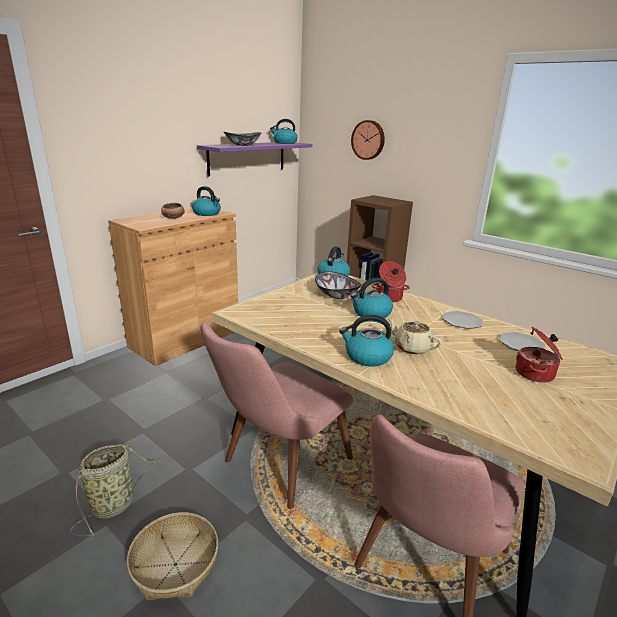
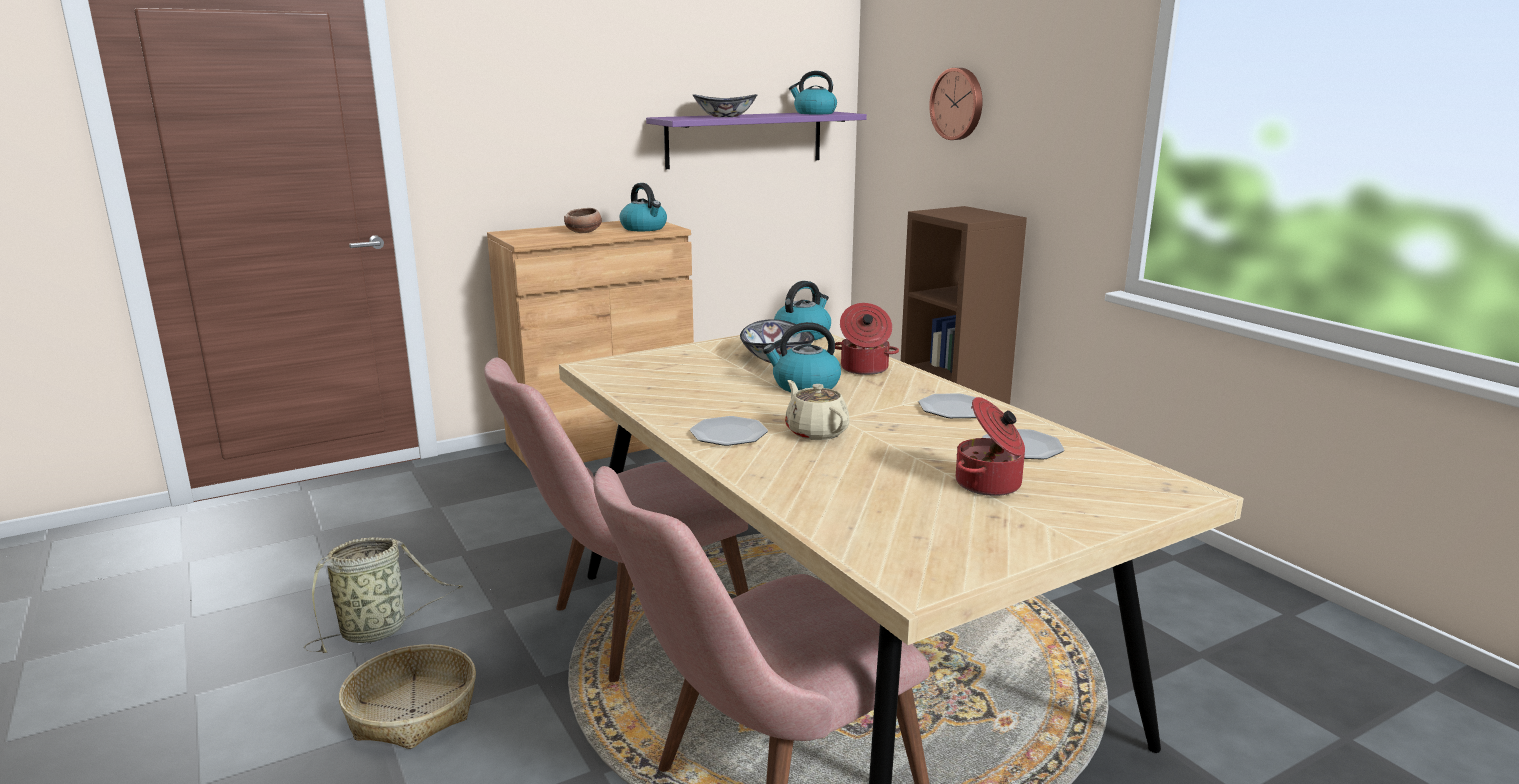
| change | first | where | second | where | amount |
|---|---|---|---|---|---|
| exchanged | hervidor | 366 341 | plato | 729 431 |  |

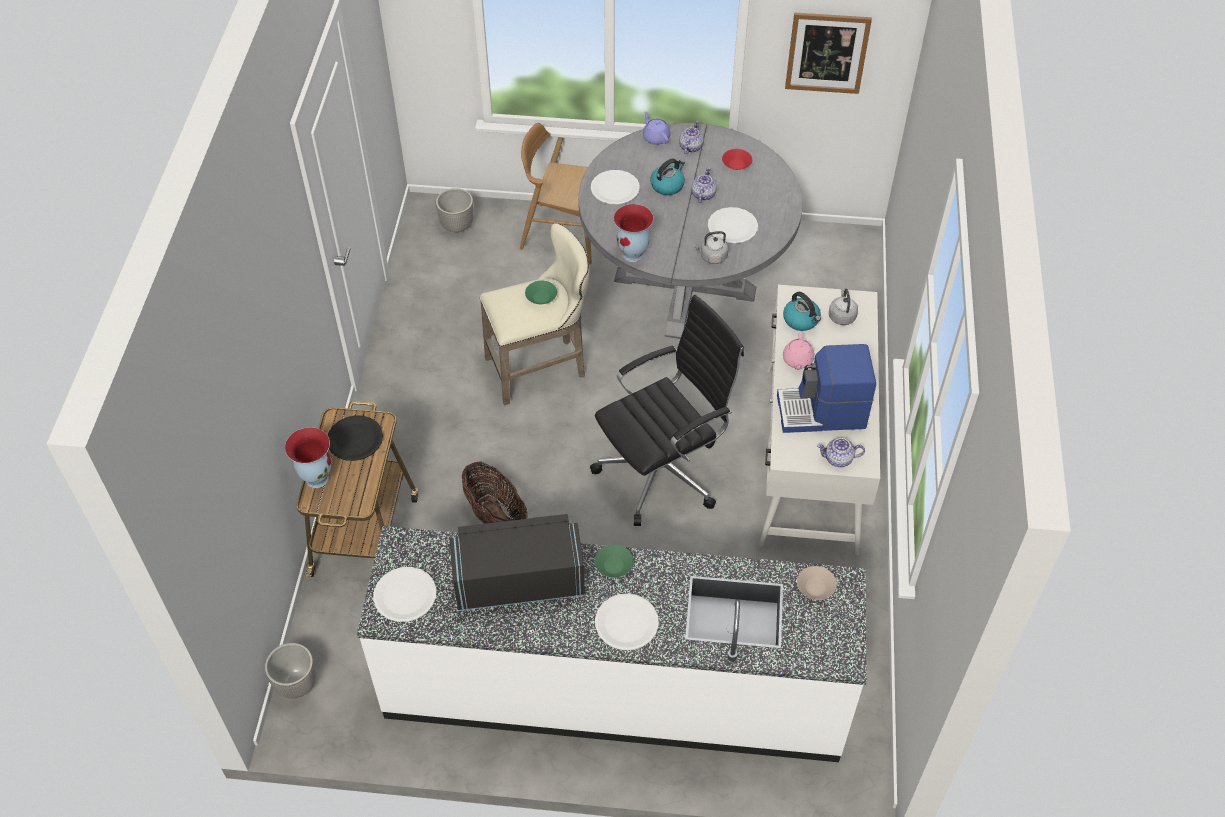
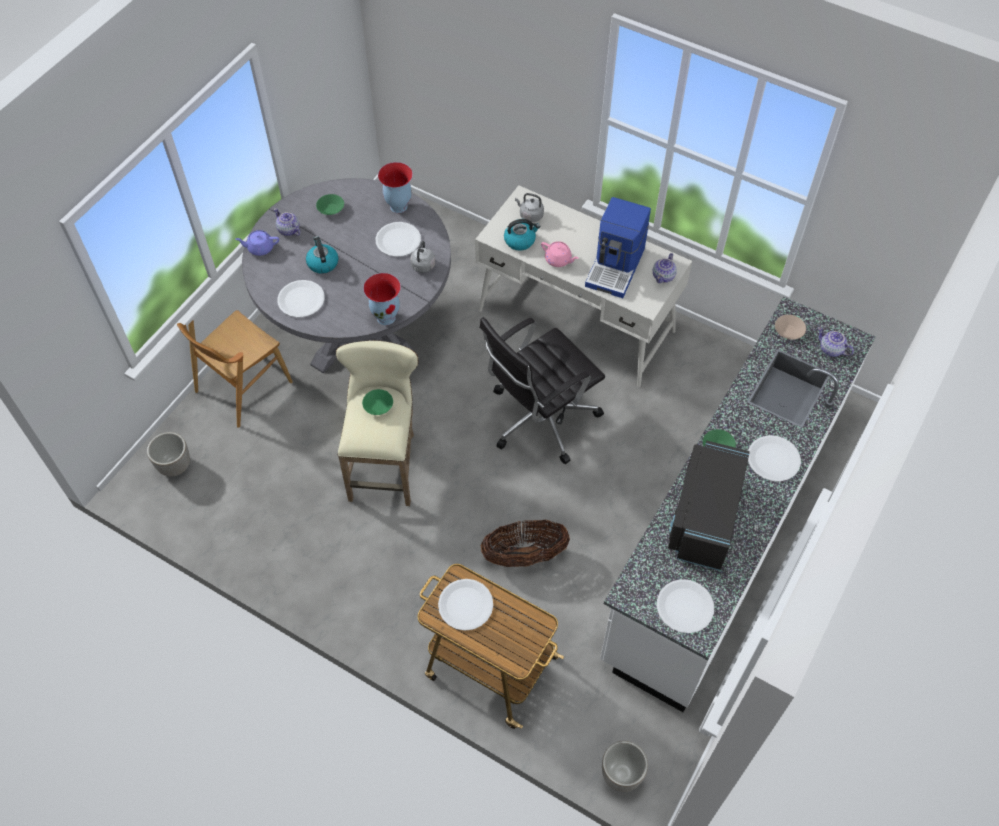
| change | first | where | second | where | amount |
|---|---|---|---|---|---|
| colour | cuenco (rojo) | 737 159 | cuenco (verde) | 330 204 |  |
| relocated | florero | 308 457 |  | 395 187 |  |
| colour | plato (negro) | 355 438 | plato (blanco) | 465 605 |  |
| spun | silla de oficina (negro) | 667 410 |  | 542 390 | 120 degrees counterclockwise |
| relocated | tetera | 704 185 |  | 835 342 |  |
| missing | cuadro | 828 53 |  |  |  |

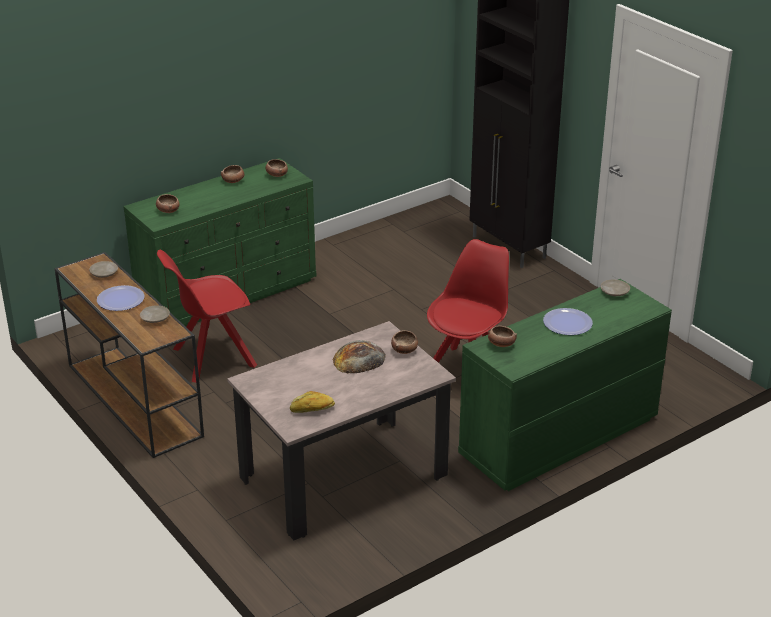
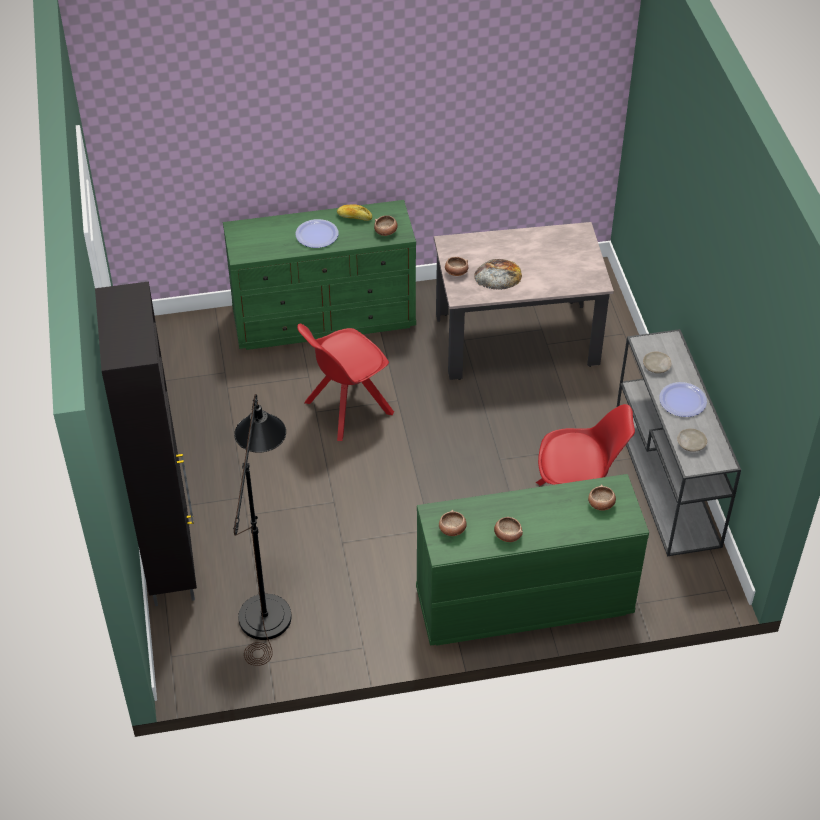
| change | first | where | second | where | amount |
|---|---|---|---|---|---|
| appeared |  |  | lámpara de pie (negro) | 262 530 |  |
| relocated | pan | 312 402 |  | 354 212 |  |
| colour | mesa consola (marrón) | 129 355 | mesa consola (gris) | 679 442 |  |
| missing | plato (beis) | 615 288 |  |  |  |

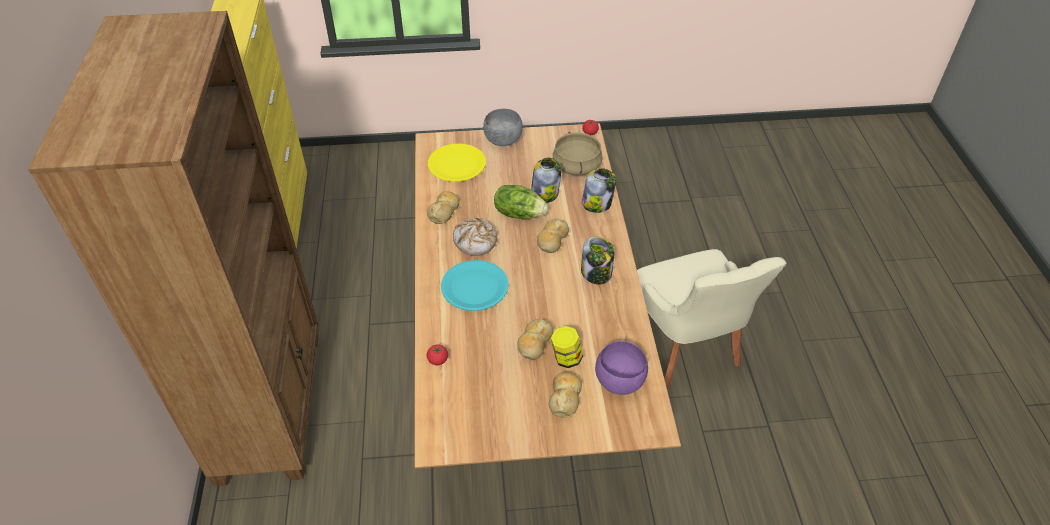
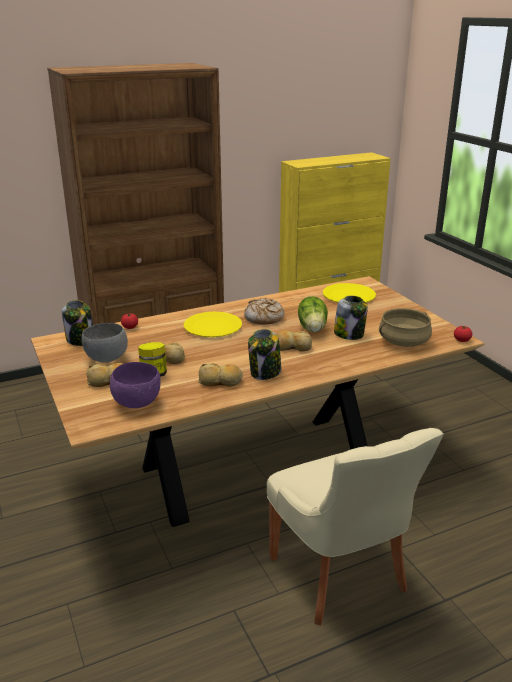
| change | first | where | second | where | amount |
|---|---|---|---|---|---|
| relocated | tarro | 599 190 |  | 77 323 |  |
| relocated | cuenco (gris) | 503 127 |  | 104 343 |  |
| colour | plato (turquesa) | 475 285 | plato (amarillo) | 213 324 |  |
| relocated | pan | 443 207 |  | 221 375 |  |
| spun | silla (beis) | 712 319 |  | 355 527 | 75 degrees counterclockwise |

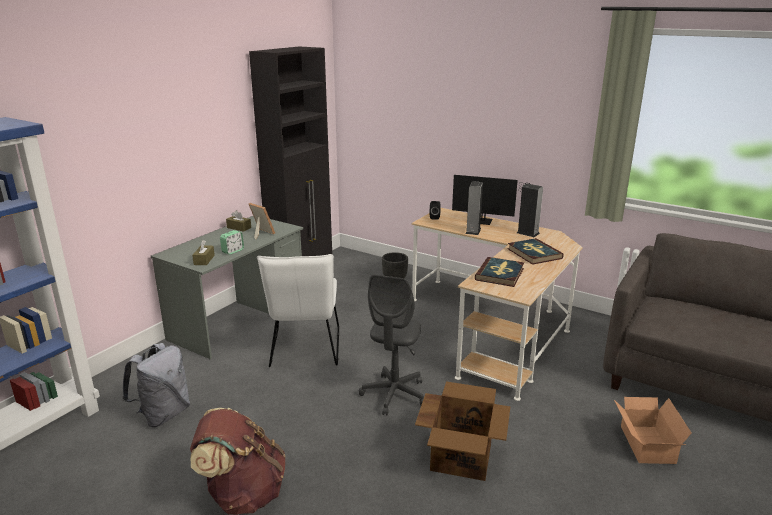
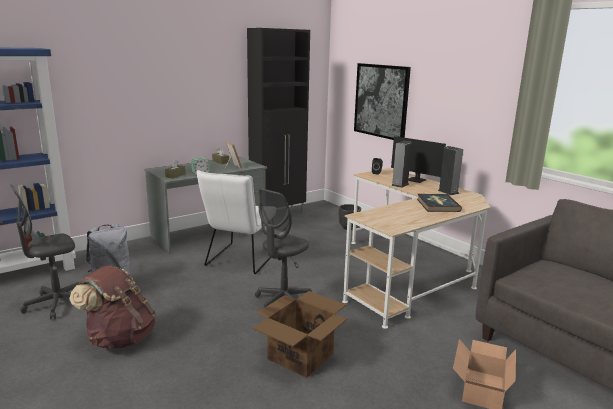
| change | first | where | second | where | amount |
|---|---|---|---|---|---|
| appeared |  |  | silla de oficina (gris) | 45 252 |  |
| appeared |  |  | cuadro | 382 101 |  |
| missing | libro | 499 272 |  |  |  |

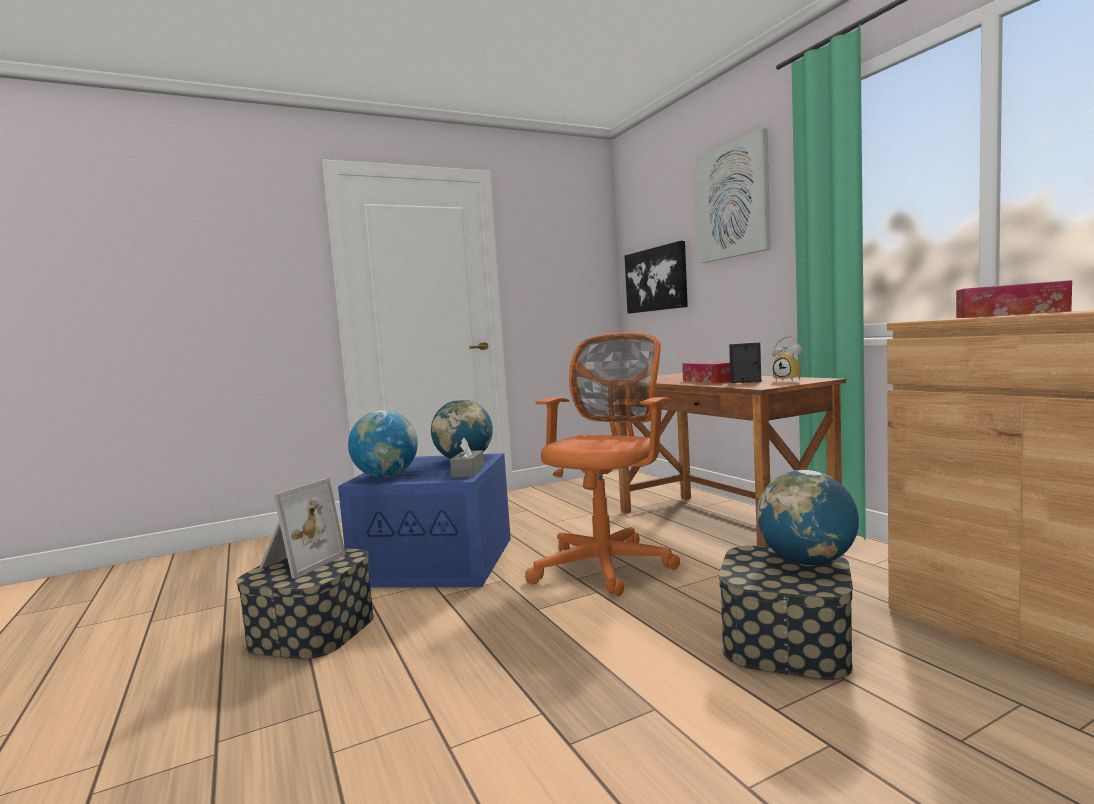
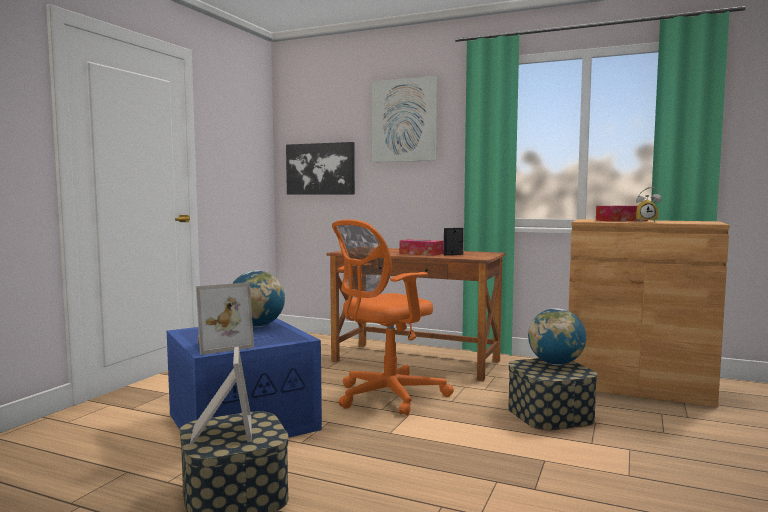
| change | first | where | second | where | amount |
|---|---|---|---|---|---|
| exchanged | globo terráqueo | 383 444 | portarretratos | 225 318 |  |
| spun | silla de oficina (naranja) | 602 464 |  | 393 317 | 120 degrees counterclockwise |
| relocated | despertador | 787 359 |  | 649 204 |  |
| missing | caja de pañuelos (gris) | 467 458 |  |  |  |

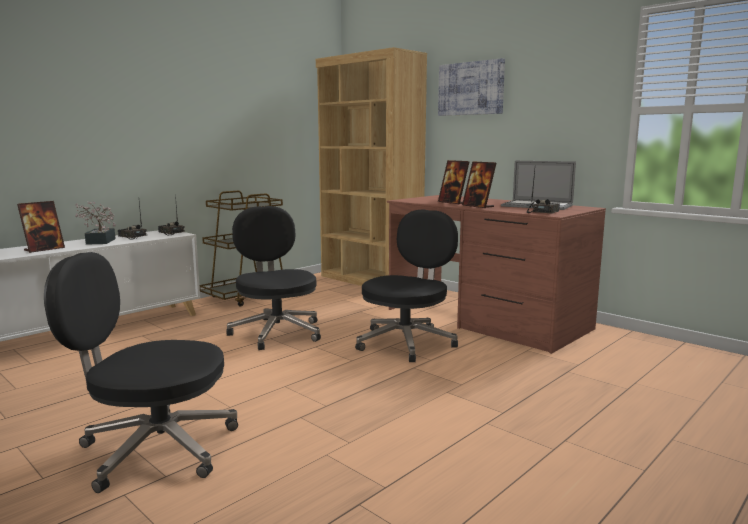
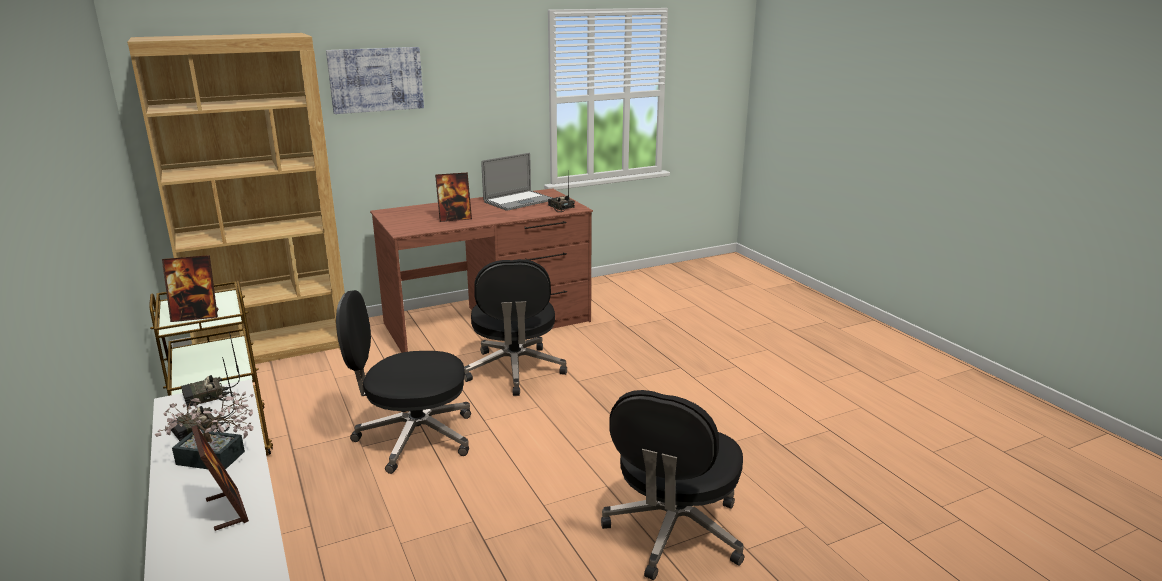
| change | first | where | second | where | amount |
|---|---|---|---|---|---|
| relocated | portarretratos | 479 184 |  | 190 288 |  |
| spun | silla de oficina (negro) | 406 286 |  | 515 327 | 150 degrees counterclockwise |

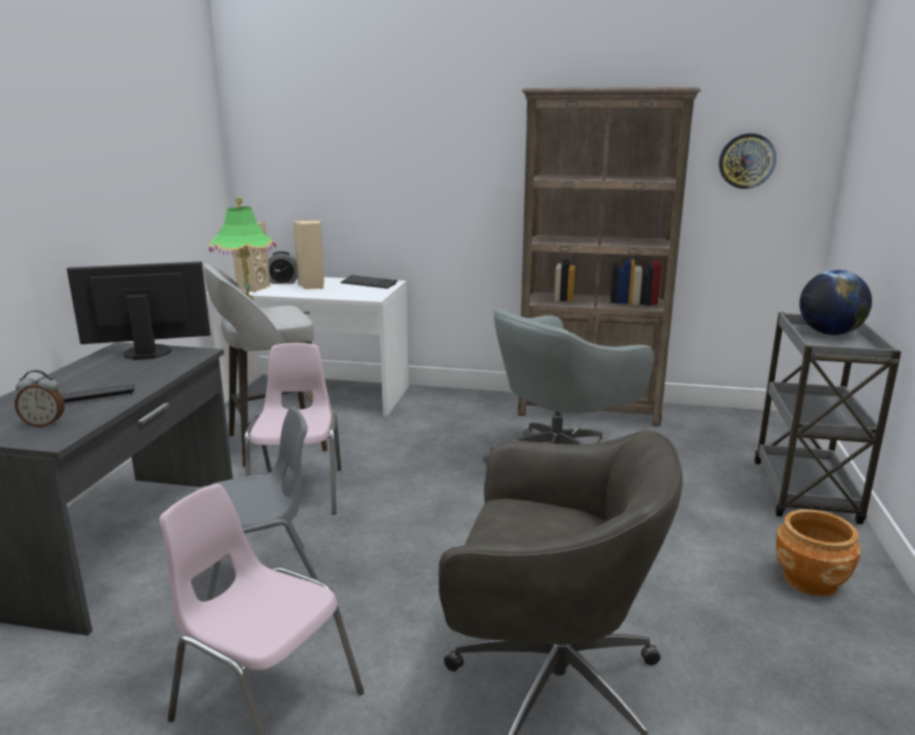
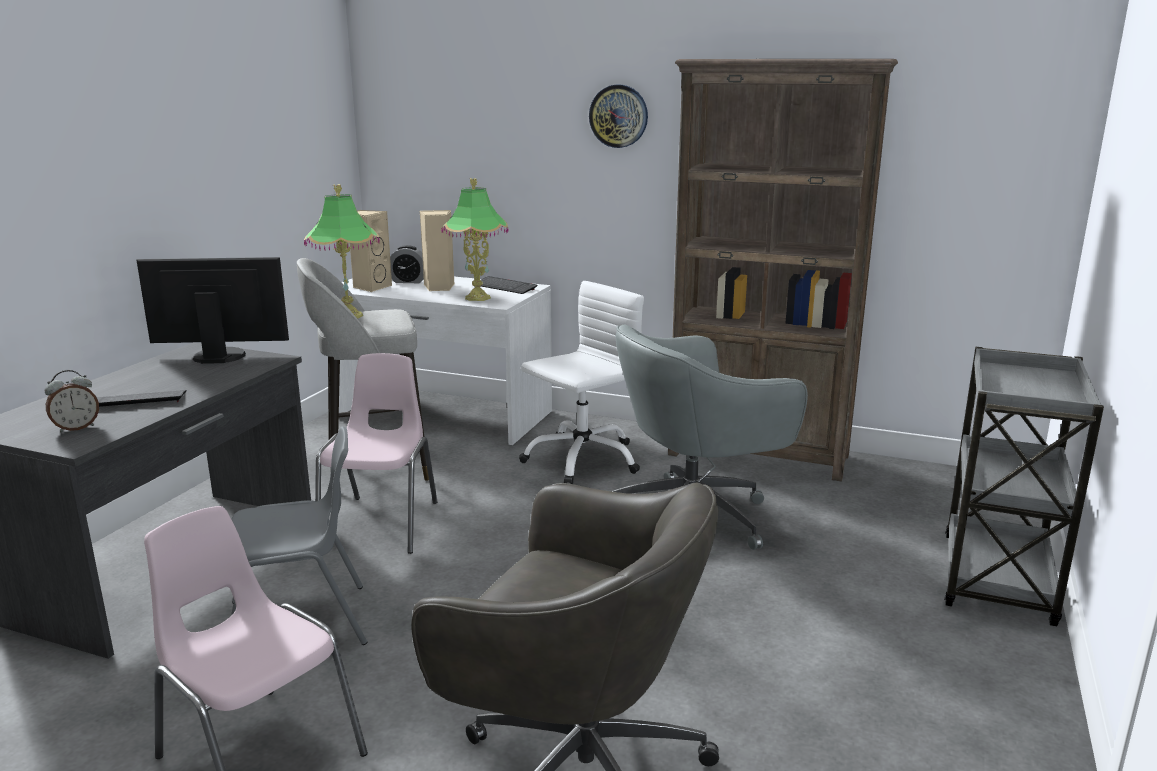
| change | first | where | second | where | amount |
|---|---|---|---|---|---|
| spun | despertador | 40 398 |  | 72 401 | 45 degrees counterclockwise |
| appeared |  |  | lámpara de mesa | 475 239 |  |
| appeared |  |  | silla de oficina (blanco) | 581 382 |  |
| relocated | reloj de pared | 747 161 |  | 618 116 |  |
| missing | maceta (marrón) | 818 552 |  |  |  |
| missing | globo terráqueo | 835 302 |  |  |  |

